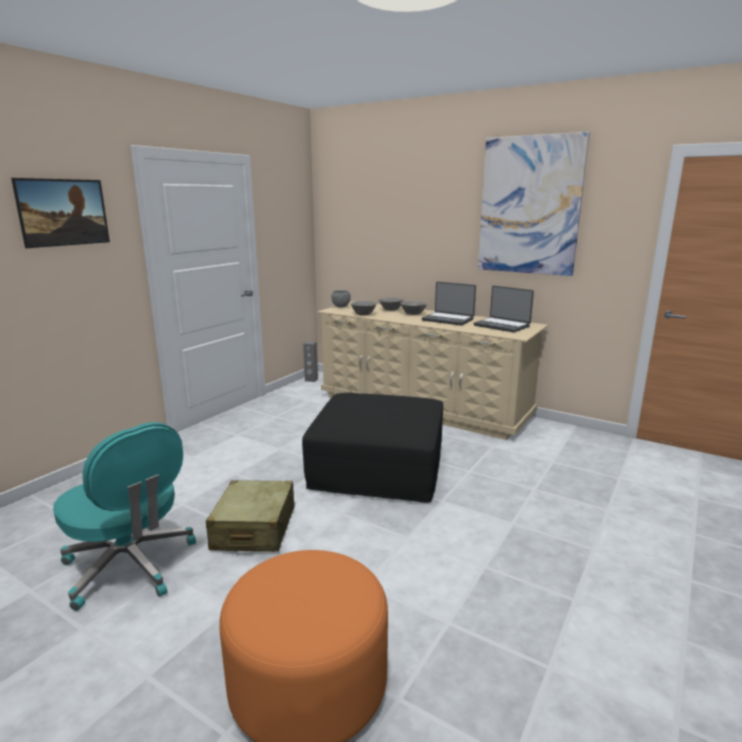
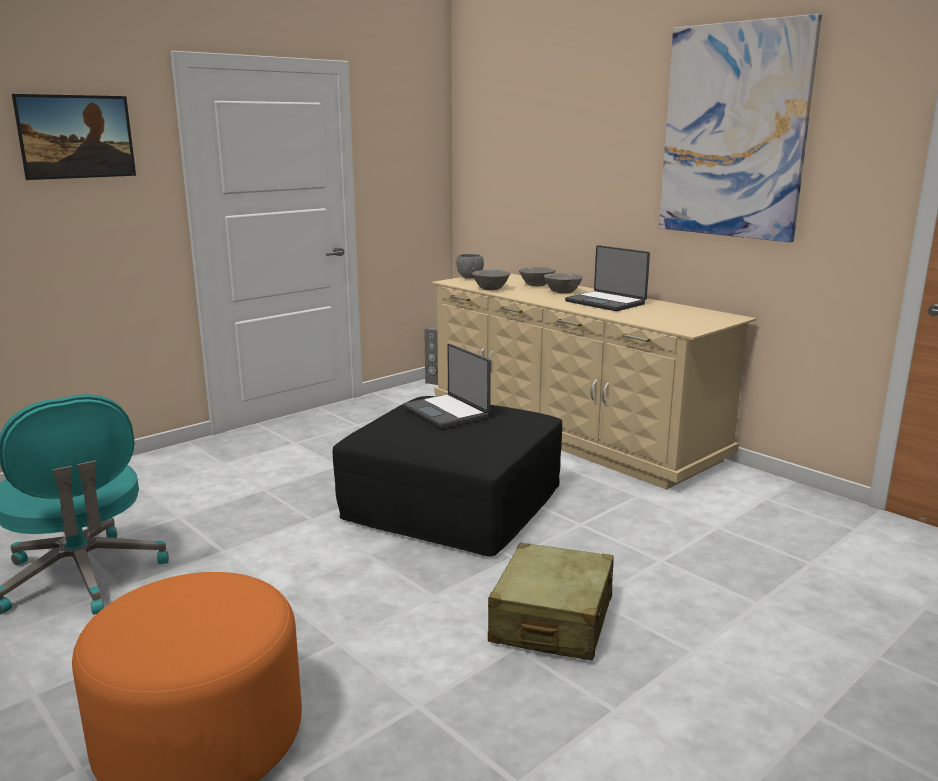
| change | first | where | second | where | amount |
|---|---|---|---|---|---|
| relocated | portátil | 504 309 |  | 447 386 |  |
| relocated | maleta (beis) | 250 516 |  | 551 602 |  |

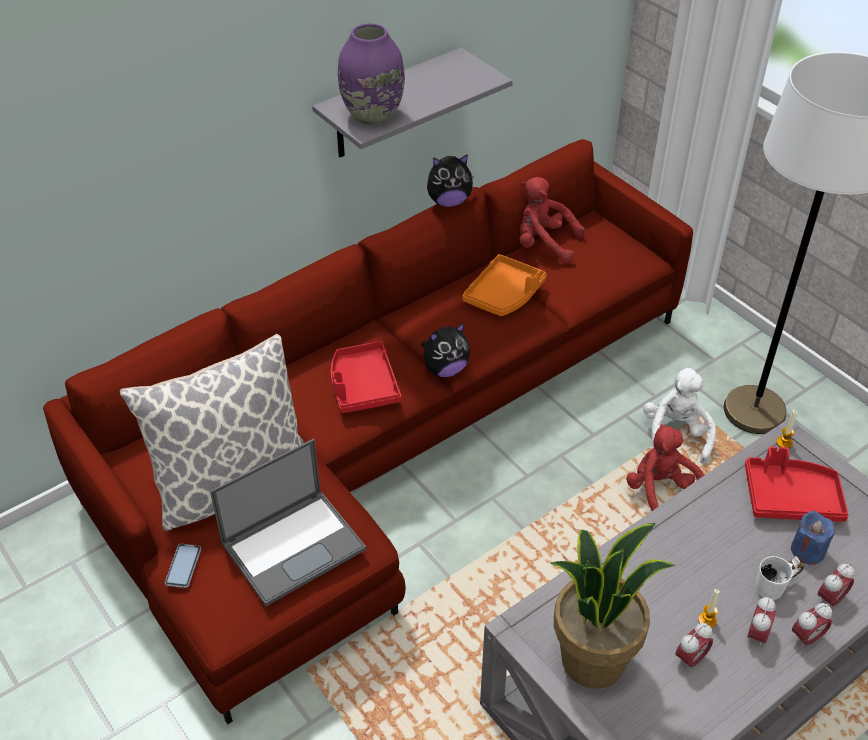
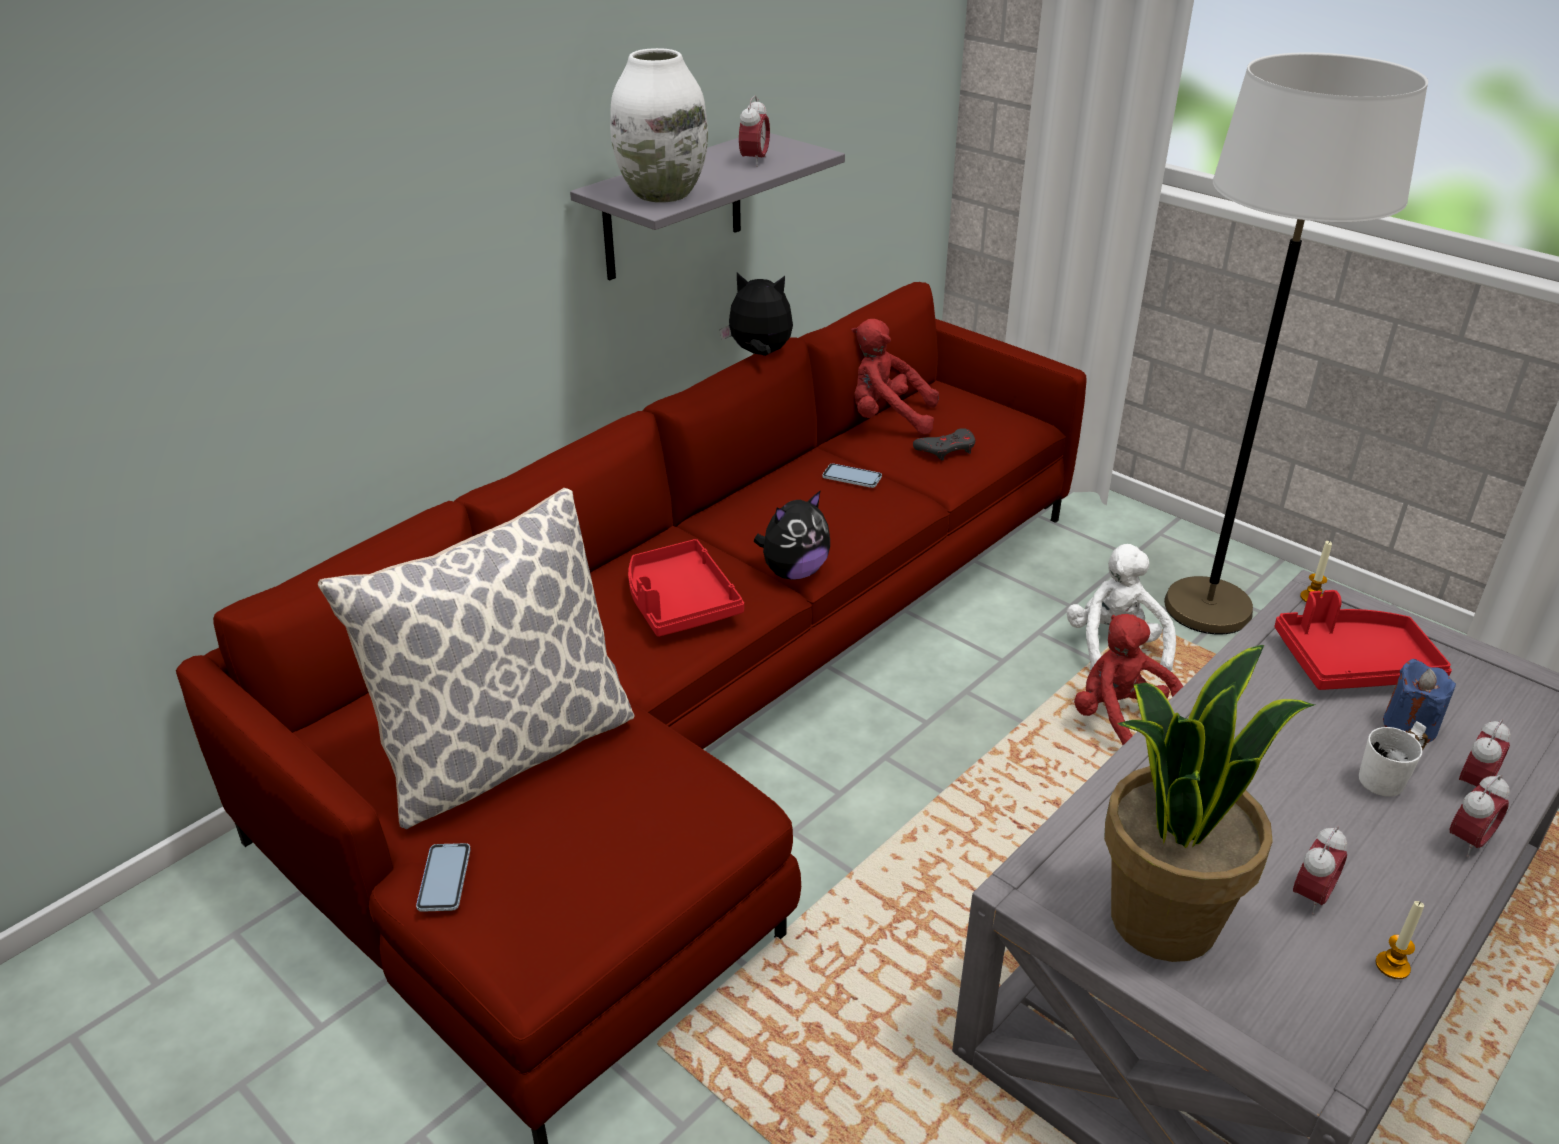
| change | first | where | second | where | amount |
|---|---|---|---|---|---|
| colour | florero (morado) | 371 74 | florero (blanco) | 659 125 |  |
| spun | peluche | 450 180 |  | 756 314 | 150 degrees counterclockwise |
| relocated | despertador | 761 622 |  | 754 131 |  |
| exchanged | bandeja (naranja) | 504 285 | móvil | 852 475 |  |
| appeared |  |  | mando de consola (gris) | 944 444 |  |
| relocated | vela | 709 608 |  | 1399 940 |  |
| missing | portátil | 288 522 |  |  |  |

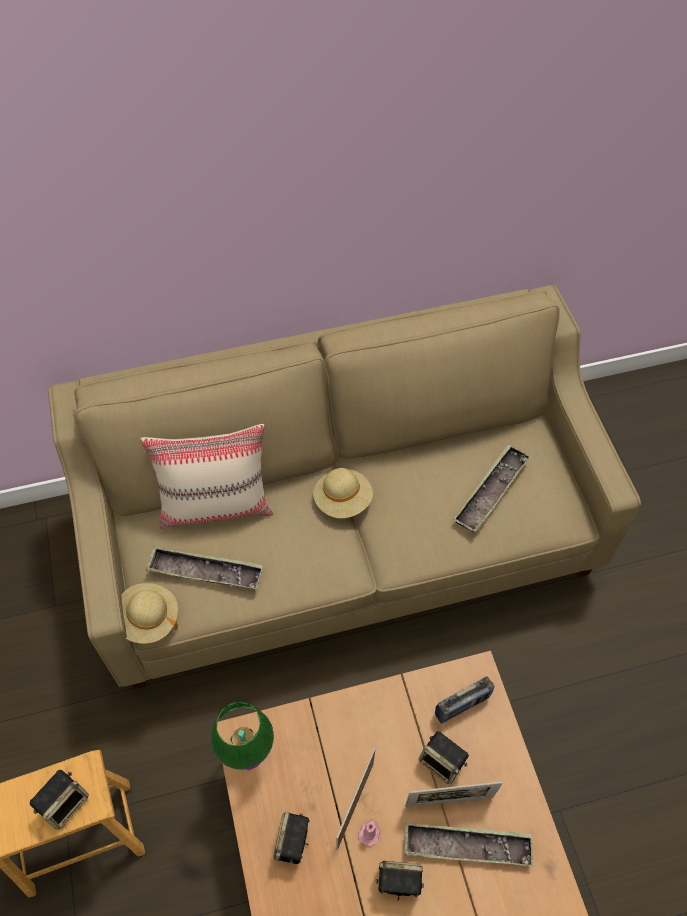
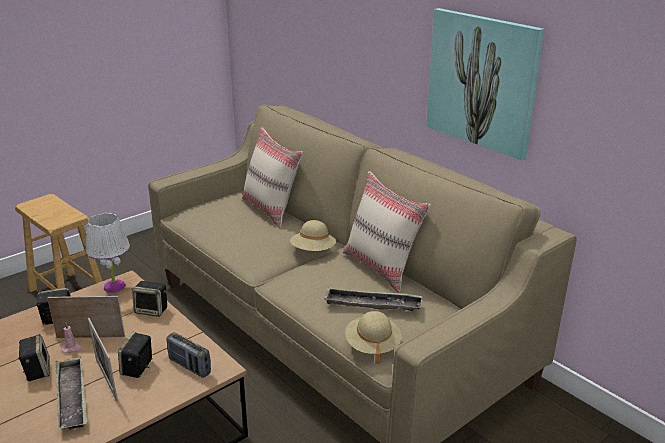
| change | first | where | second | where | amount |
|---|---|---|---|---|---|
| colour | lámpara de mesa (verde) | 242 736 | lámpara de mesa (blanco) | 108 253 |  |
| relocated | altavoz | 59 800 |  | 149 299 |  |
| appeared |  |  | cojín (beis) | 387 232 |  |
| relocated | sombrero (beis) | 149 613 |  | 373 337 |  |
| appeared |  |  | cuadro | 485 84 |  |
| missing | bandeja | 204 568 |  |  |  |

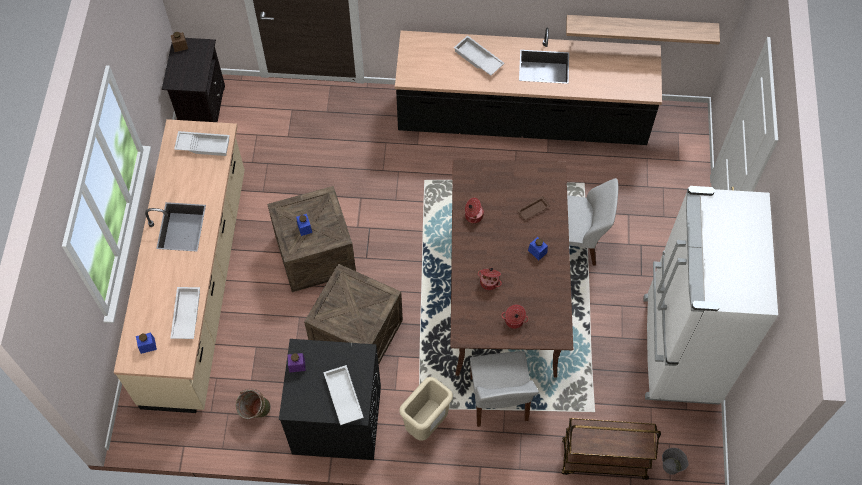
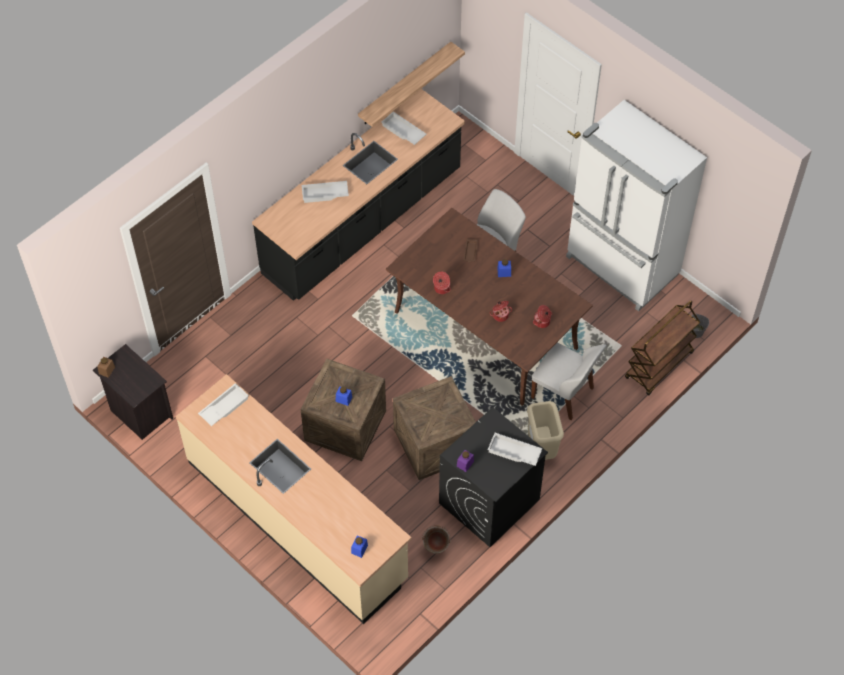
| change | first | where | second | where | amount |
|---|---|---|---|---|---|
| relocated | bandeja (blanco) | 185 313 |  | 403 128 |  |

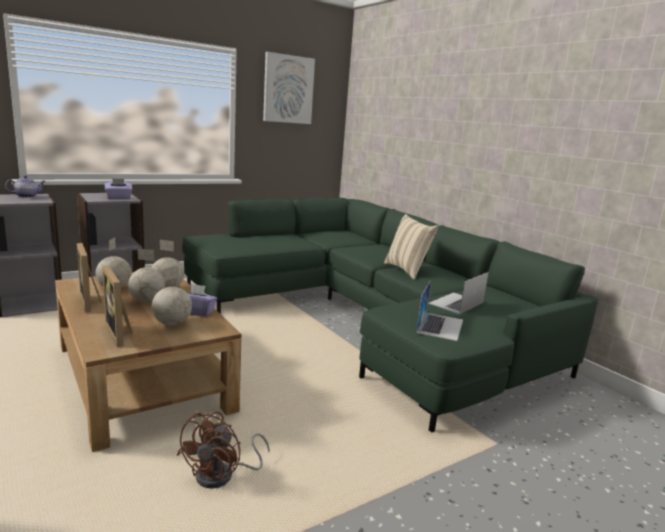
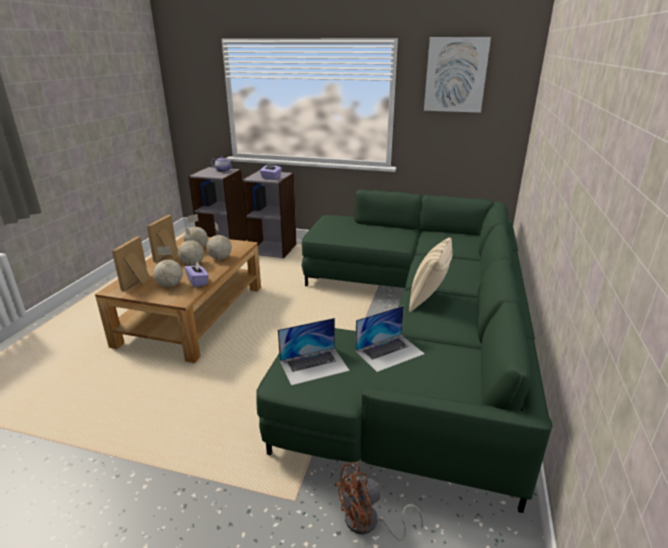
| change | first | where | second | where | amount |
|---|---|---|---|---|---|
| relocated | ventilador (marrón) | 223 450 |  | 378 501 |  |
| spun | portátil | 458 293 |  | 390 338 | 150 degrees clockwise |

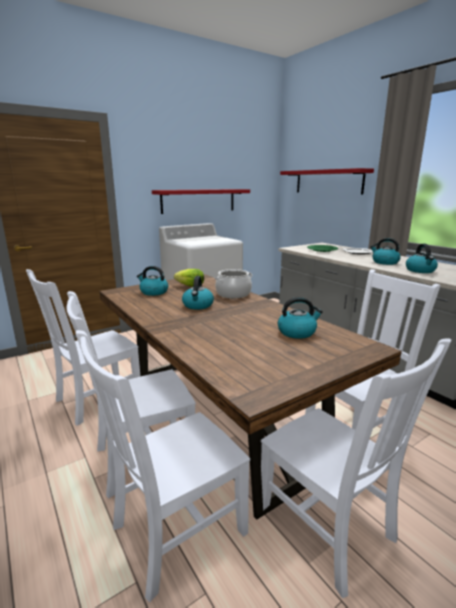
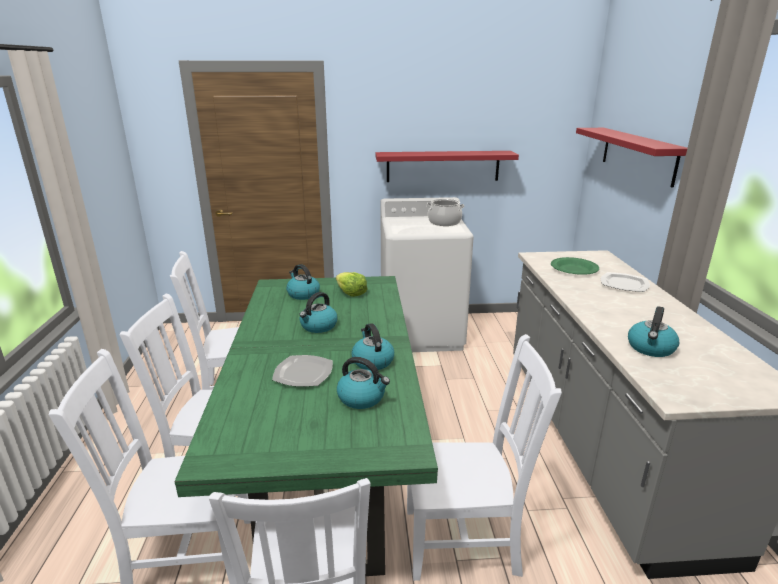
| change | first | where | second | where | amount |
|---|---|---|---|---|---|
| colour | mesa de comedor (marrón) | 251 397 | mesa de comedor (verde) | 306 426 |  |
| appeared |  |  | plato | 302 371 |  |
| relocated | hervidor | 385 251 |  | 372 346 |  |
| relocated | olla | 233 283 |  | 445 212 |  |

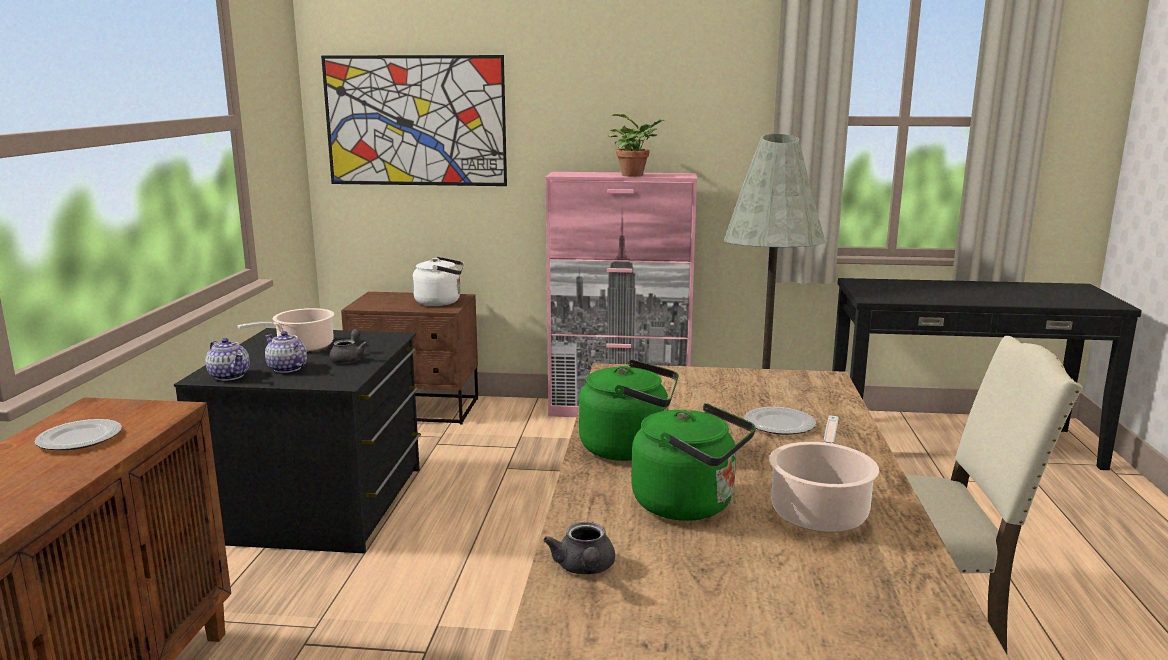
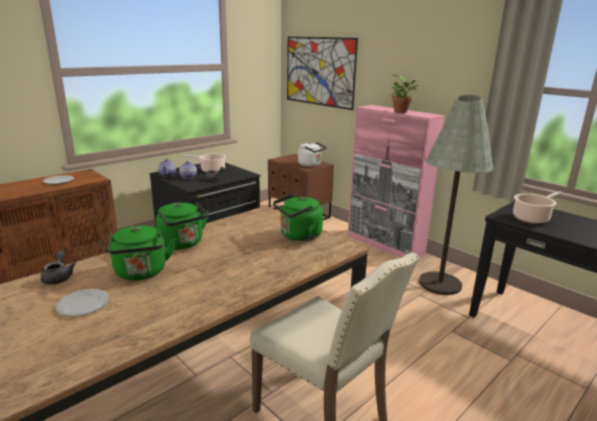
| change | first | where | second | where | amount |
|---|---|---|---|---|---|
| spun | tetera (gris) | 579 548 |  | 58 267 | 135 degrees clockwise |
| relocated | plato | 780 421 |  | 82 303 |  |
| appeared |  |  | hervidor (verde) | 298 217 |  |
| relocated | olla | 824 474 |  | 537 207 |  |

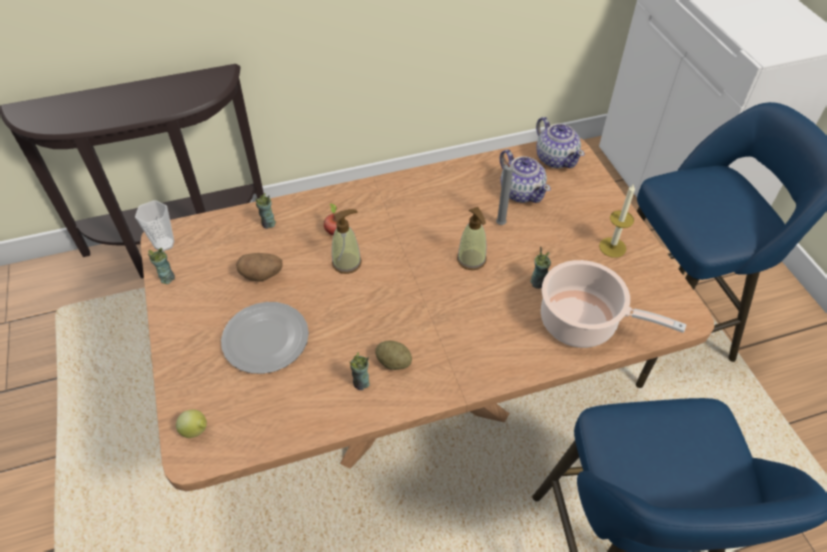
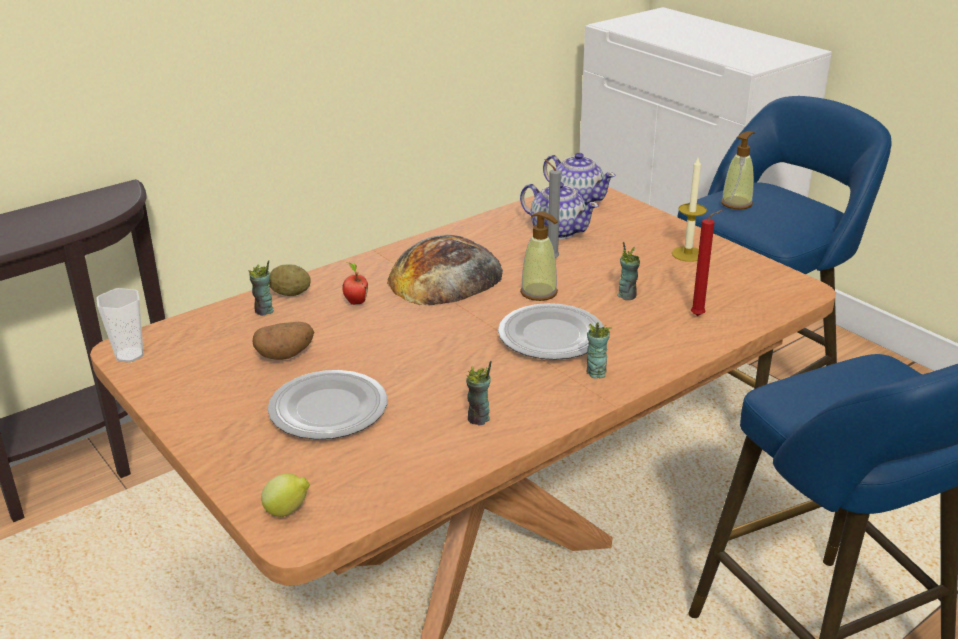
| change | first | where | second | where | amount |
|---|---|---|---|---|---|
| relocated | patata | 393 355 |  | 290 280 |  |
| appeared |  |  | pan | 445 270 |  |
| appeared |  |  | plato | 550 331 |  |
| relocated | taza | 161 266 |  | 599 350 |  |
| exchanged | olla | 613 304 | vela (rojo) | 707 263 |  |
| relocated | dispensador de jabón | 347 241 |  | 738 170 |  |

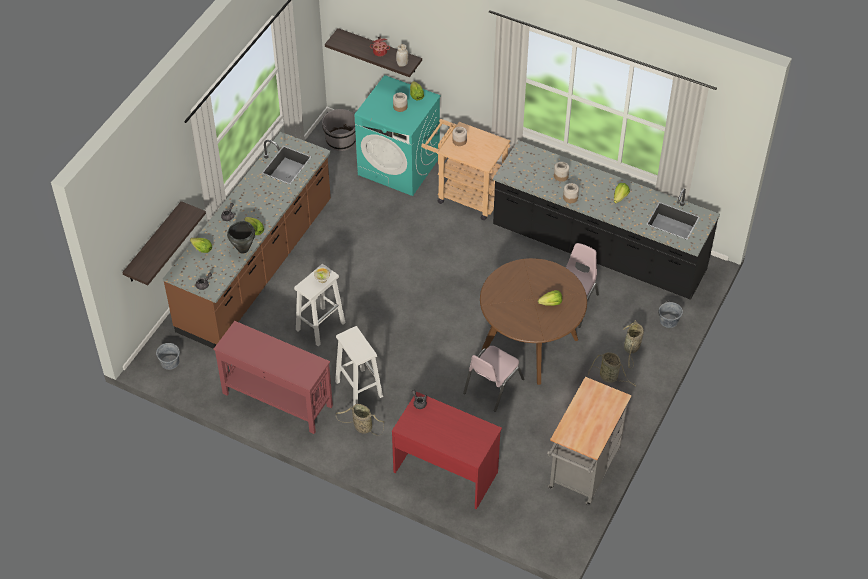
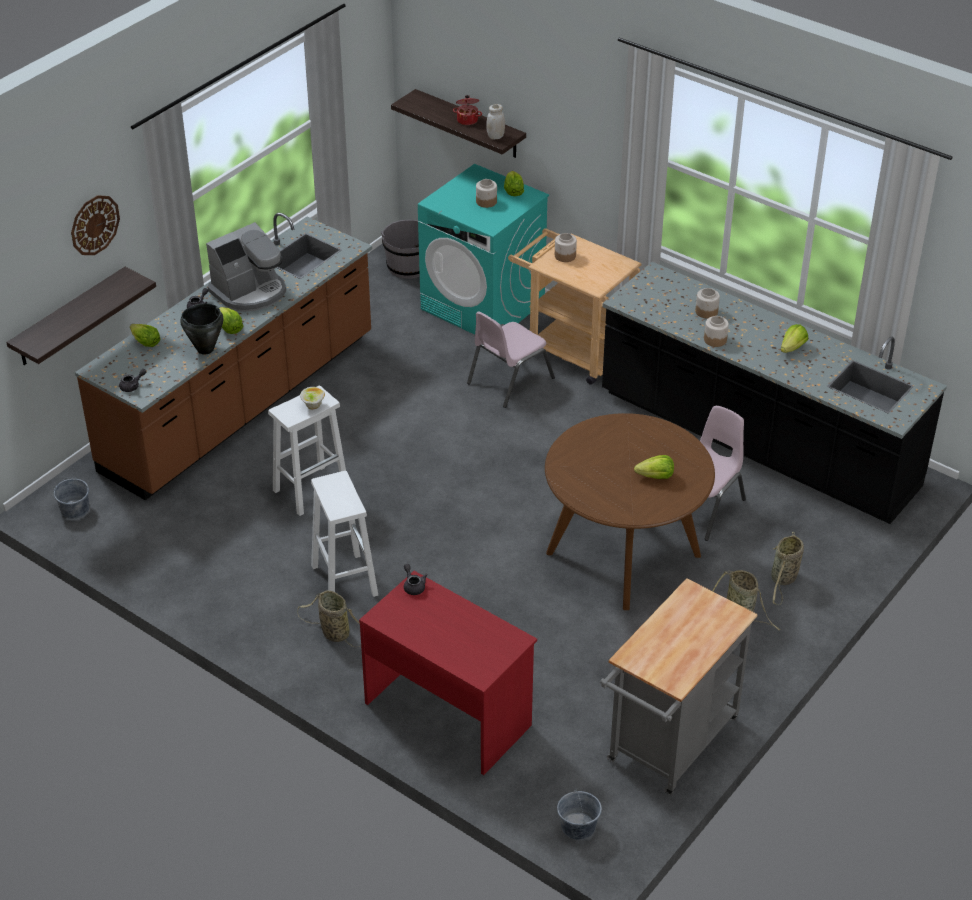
| change | first | where | second | where | amount |
|---|---|---|---|---|---|
| appeared |  |  | reloj de pared | 95 225 |  |
| appeared |  |  | cafetera | 246 267 |  |
| relocated | silla (rosa) | 493 379 |  | 511 359 |  |
| relocated | cubo (gris) | 671 314 |  | 579 813 |  |
| missing | mesa consola (rojo) | 273 377 |  |  |  |

